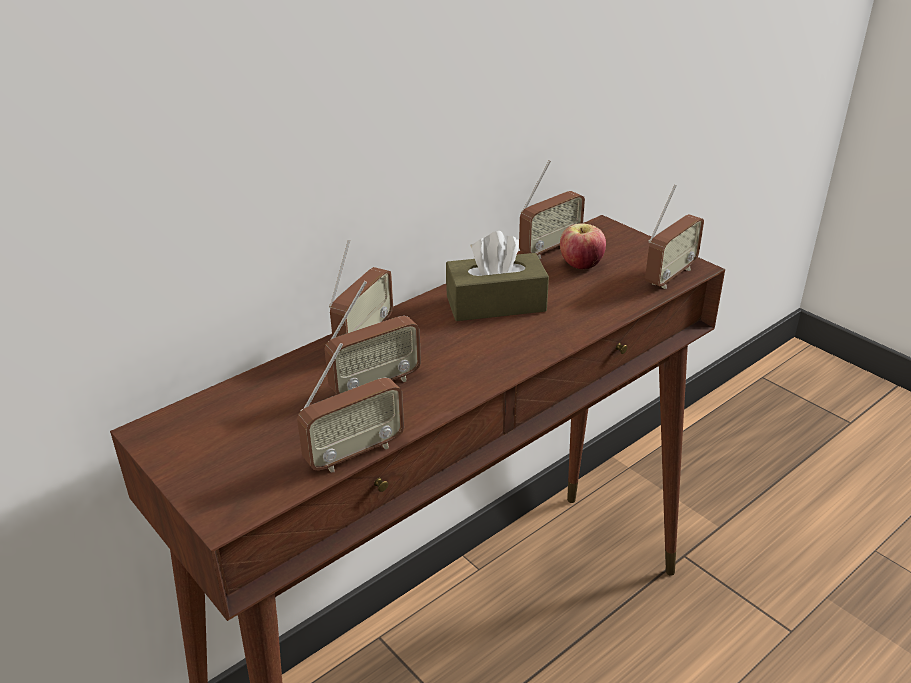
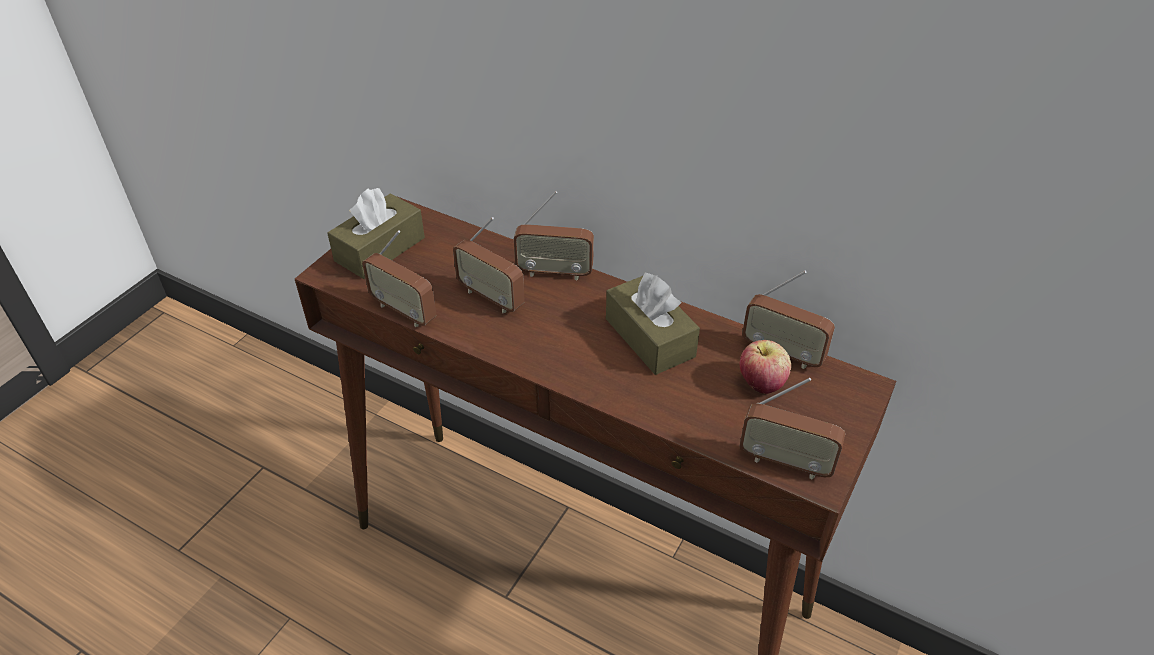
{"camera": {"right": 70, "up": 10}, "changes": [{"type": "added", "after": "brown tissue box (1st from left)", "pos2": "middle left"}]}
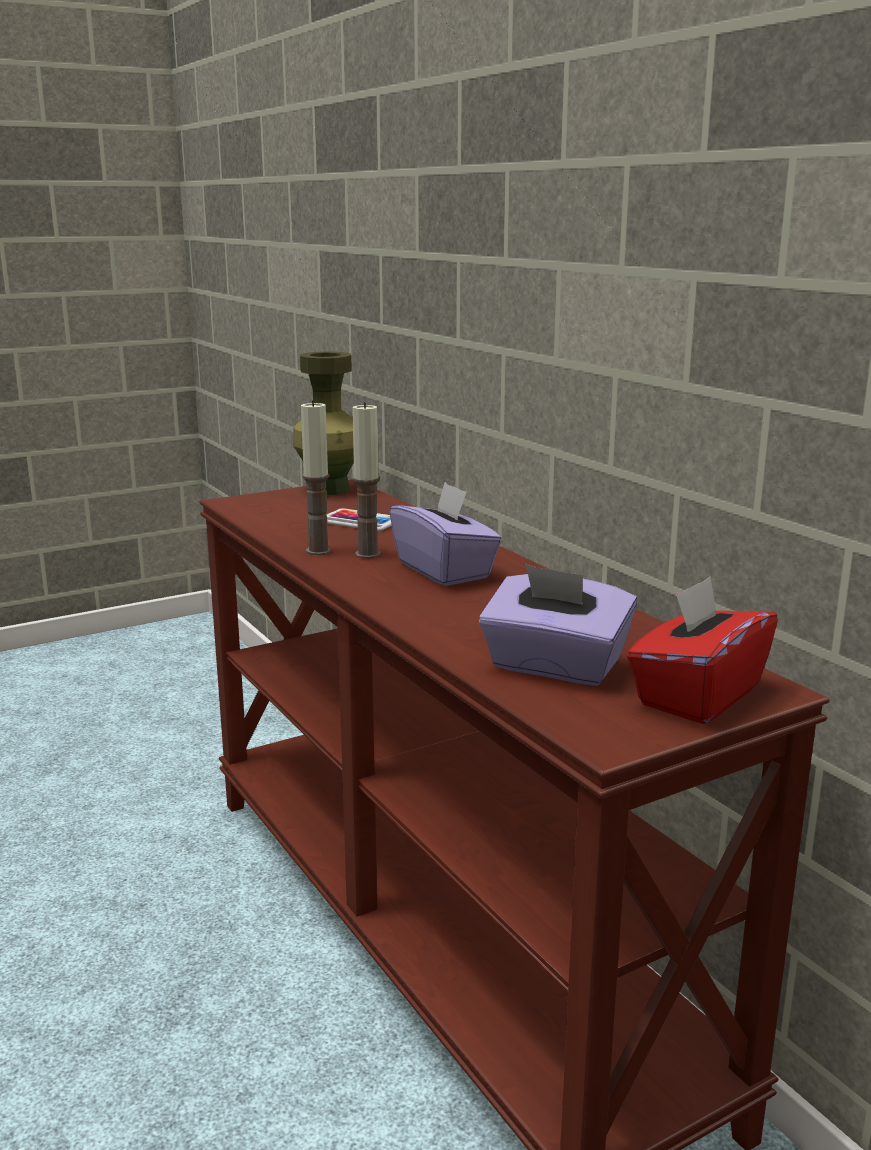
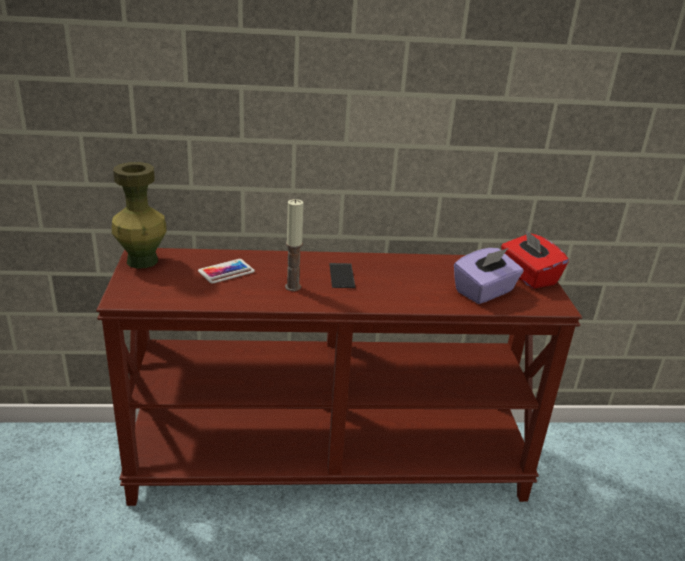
{"camera": {"right": -65, "up": 10}, "changes": [{"type": "removed", "before": "candle (1st from left)", "pos1": "centre"}, {"type": "replaced", "before": "purple tissue box (1st from left)", "after": "phone (2nd from left)", "pos1": "centre", "pos2": "centre"}]}
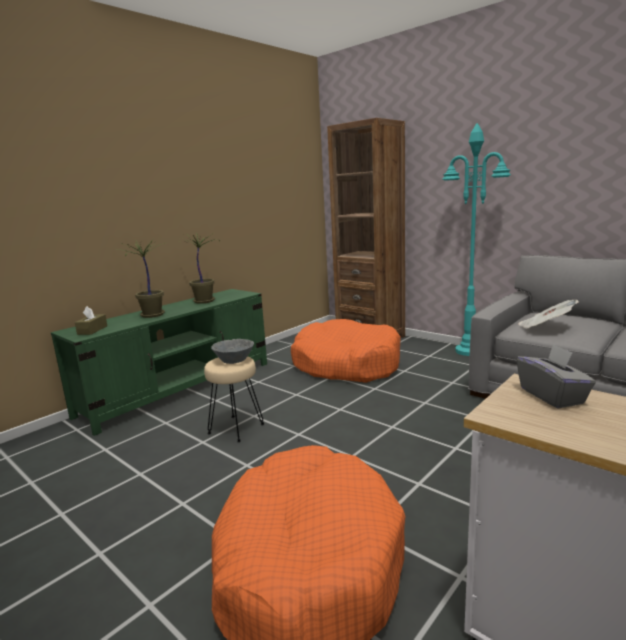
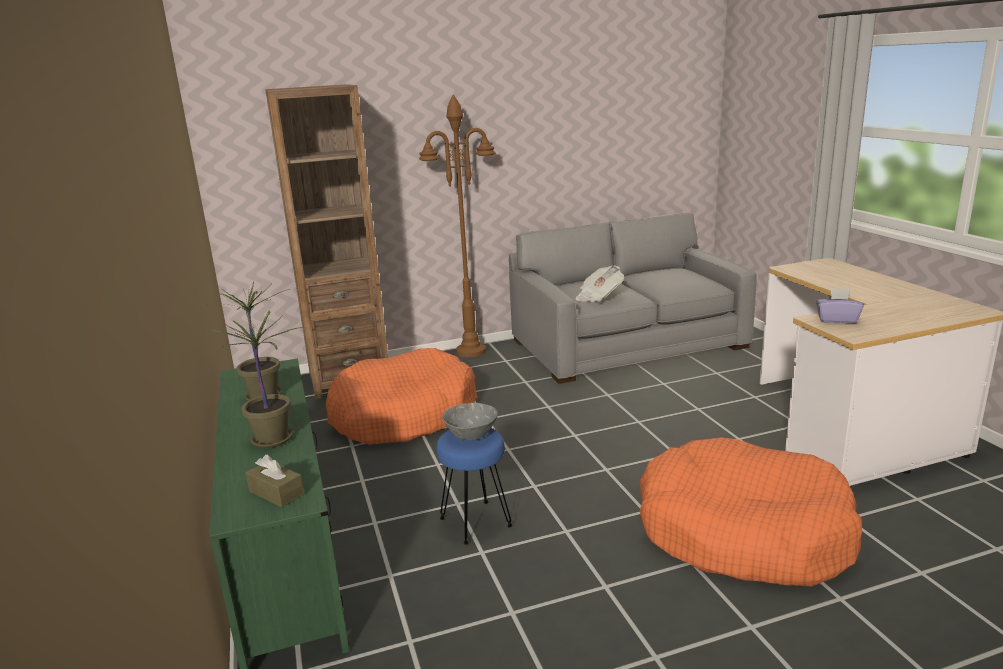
{"camera": {"right": -60, "up": 5}, "changes": [{"type": "recoloured", "before": "turquoise floor lamp", "after": "brown floor lamp", "pos1": "middle right", "pos2": "centre"}, {"type": "recoloured", "before": "grey tissue box", "after": "purple tissue box", "pos1": "middle right", "pos2": "middle right"}, {"type": "recoloured", "before": "beige stool", "after": "blue stool", "pos1": "centre", "pos2": "bottom centre"}]}
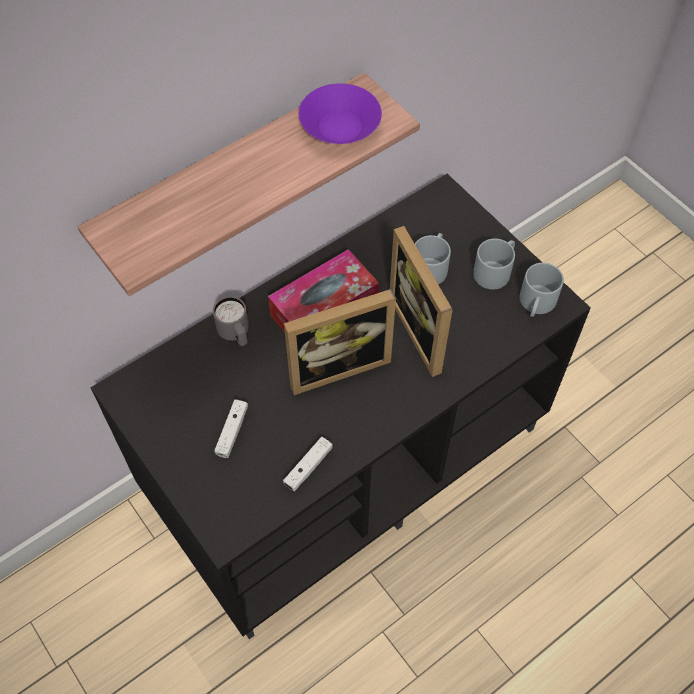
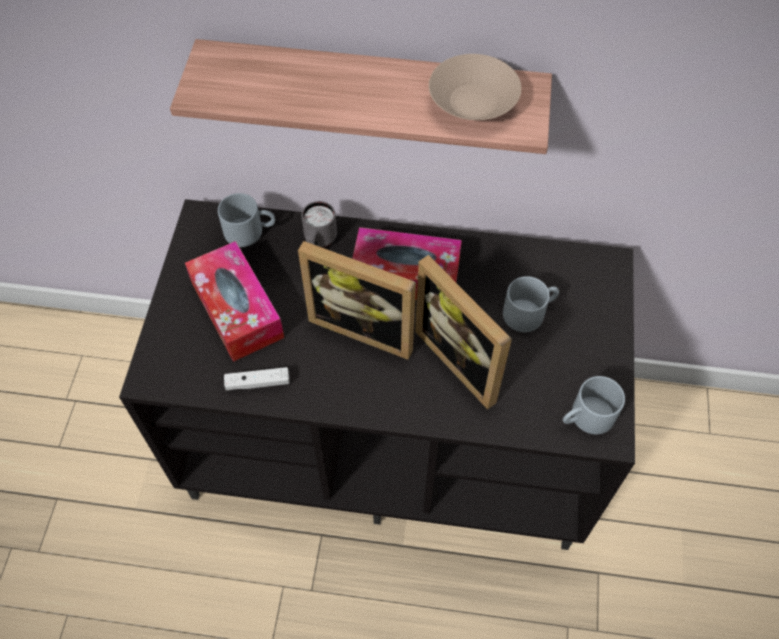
{"camera": {"right": 45, "up": 0}, "changes": [{"type": "recoloured", "before": "purple bowl", "after": "beige bowl", "pos1": "top centre", "pos2": "top centre"}, {"type": "turned", "before": "picture frame (2nd from left)", "pos1": "centre", "pos2": "centre", "turn": -60}, {"type": "moved", "before": "grey mug (3rd from left in the first image)", "after": "grey mug (1st from left)", "pos1": "middle right", "pos2": "middle left"}, {"type": "replaced", "before": "white game controller (1st from left)", "after": "tissue box (1st from left)", "pos1": "middle left", "pos2": "middle left"}]}
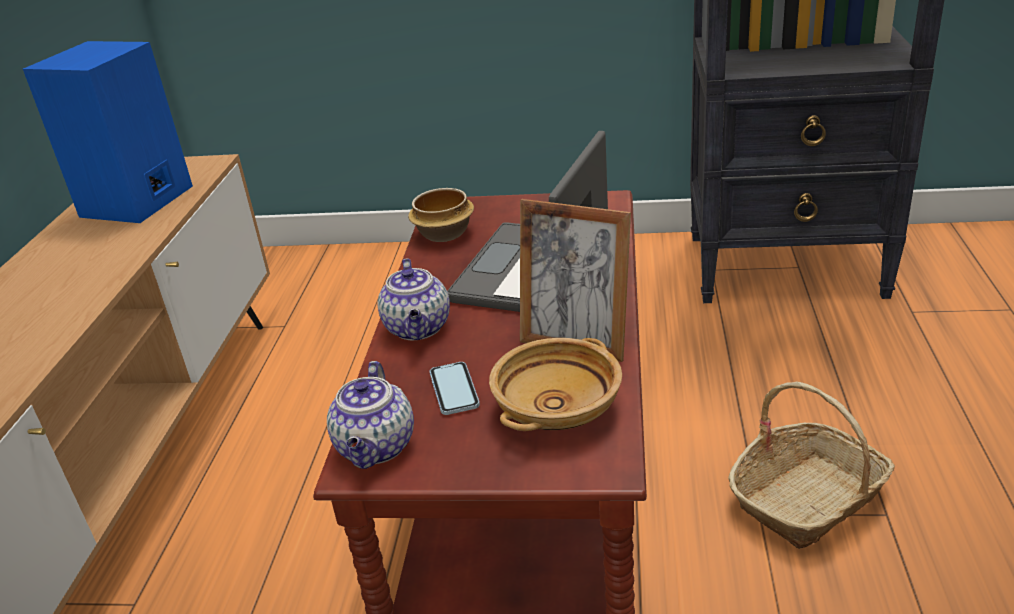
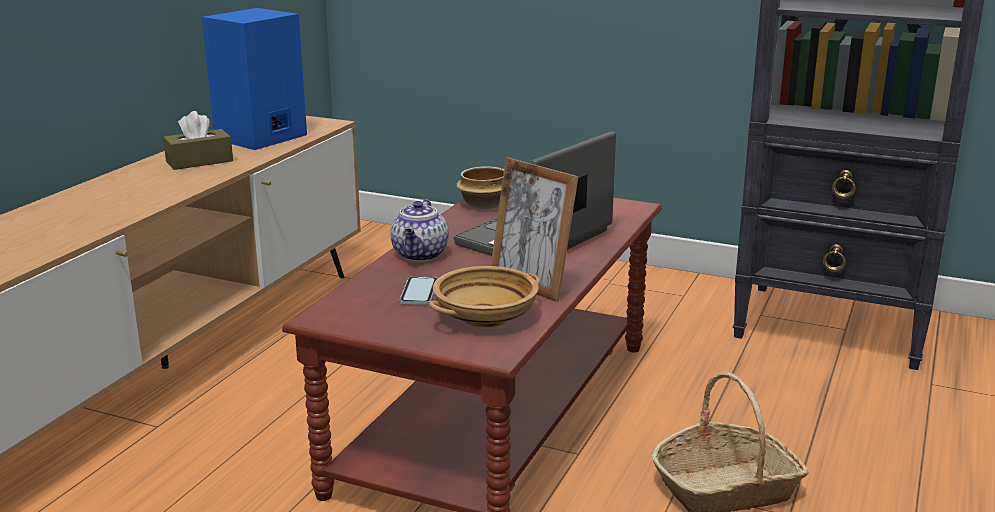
{"camera": {"right": 15, "up": -10}, "changes": [{"type": "removed", "before": "teapot (1st from left)", "pos1": "bottom centre"}, {"type": "added", "after": "brown tissue box", "pos2": "top left"}]}
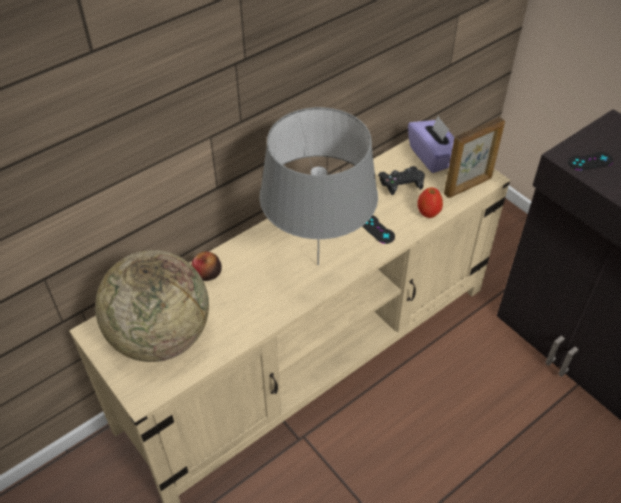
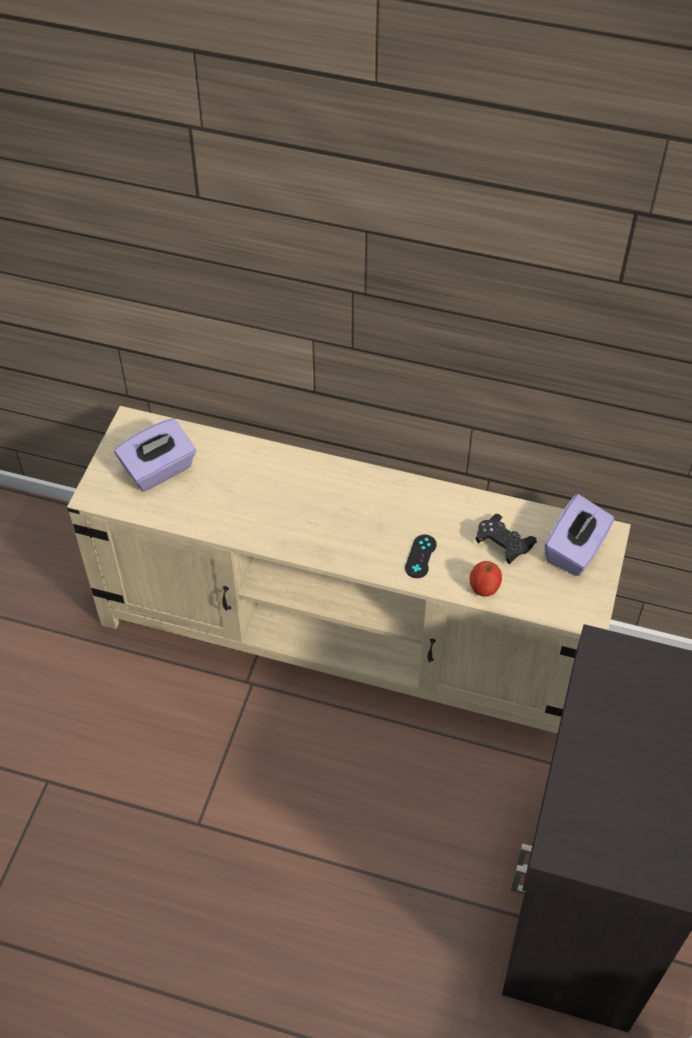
{"camera": {"right": 55, "up": 5}, "changes": [{"type": "removed", "before": "grey table lamp", "pos1": "centre"}, {"type": "removed", "before": "picture frame", "pos1": "top right"}, {"type": "removed", "before": "black game controller (3rd from left)", "pos1": "top right"}, {"type": "replaced", "before": "globe", "after": "purple tissue box (1st from left)", "pos1": "middle left", "pos2": "middle left"}, {"type": "removed", "before": "apple (1st from left)", "pos1": "middle left"}]}
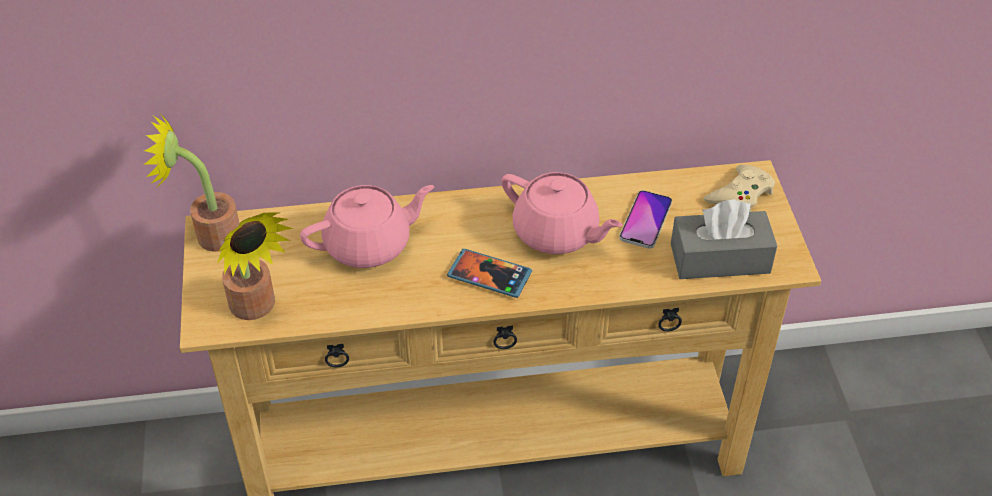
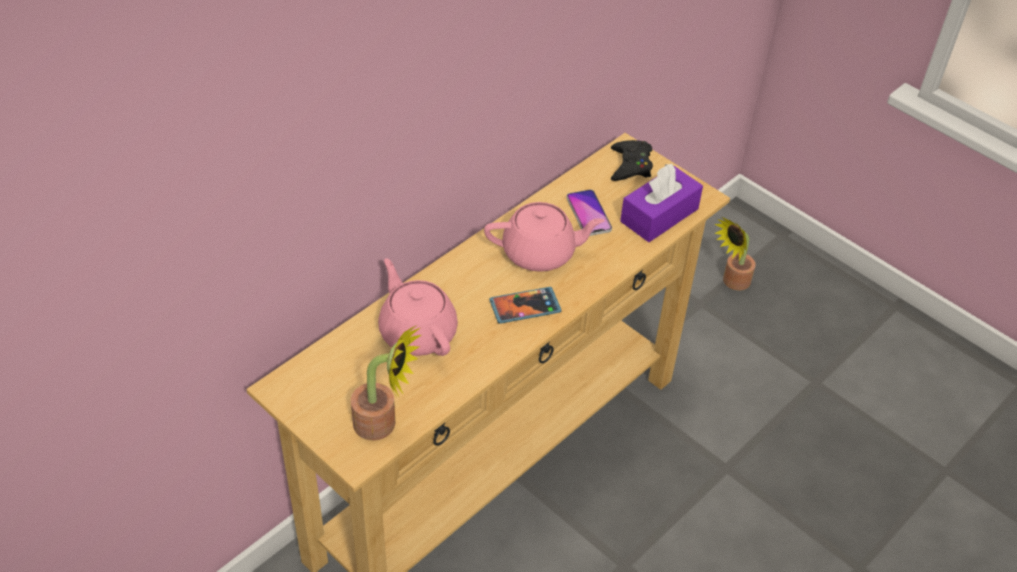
{"camera": {"right": -40, "up": 0}, "changes": [{"type": "moved", "before": "potted plant (1st from left in the first image)", "after": "potted plant (2nd from left)", "pos1": "middle left", "pos2": "middle right"}, {"type": "recoloured", "before": "beige game controller", "after": "black game controller", "pos1": "middle right", "pos2": "top centre"}, {"type": "turned", "before": "pink teapot (1st from left)", "pos1": "centre", "pos2": "centre", "turn": -60}, {"type": "recoloured", "before": "grey tissue box", "after": "purple tissue box", "pos1": "middle right", "pos2": "centre"}]}
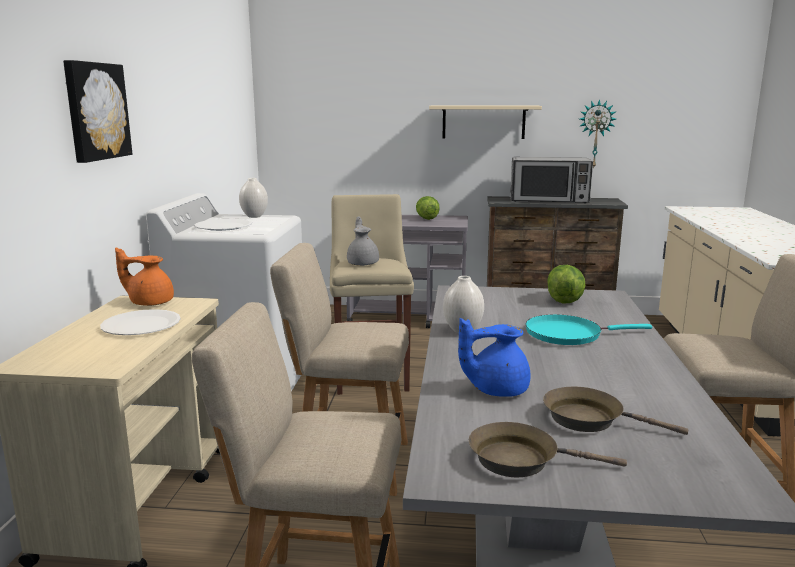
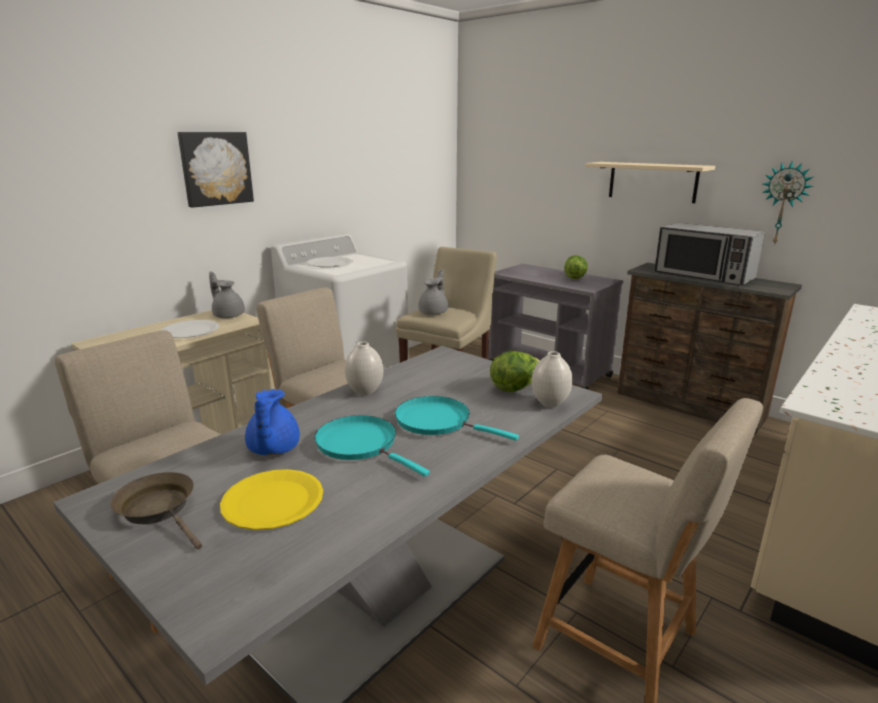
{"camera": {"right": 35, "up": 5}, "changes": [{"type": "moved", "before": "white vase (1st from left in the first image)", "after": "white vase (2nd from left)", "pos1": "middle left", "pos2": "centre"}, {"type": "recoloured", "before": "orange teapot", "after": "grey teapot (1st from left)", "pos1": "middle left", "pos2": "middle left"}, {"type": "turned", "before": "blue teapot", "pos1": "centre", "pos2": "middle left", "turn": -120}, {"type": "replaced", "before": "brown frying pan (2nd from left)", "after": "yellow plate", "pos1": "bottom right", "pos2": "bottom left"}, {"type": "added", "after": "turquoise frying pan (1st from left)", "pos2": "centre"}]}
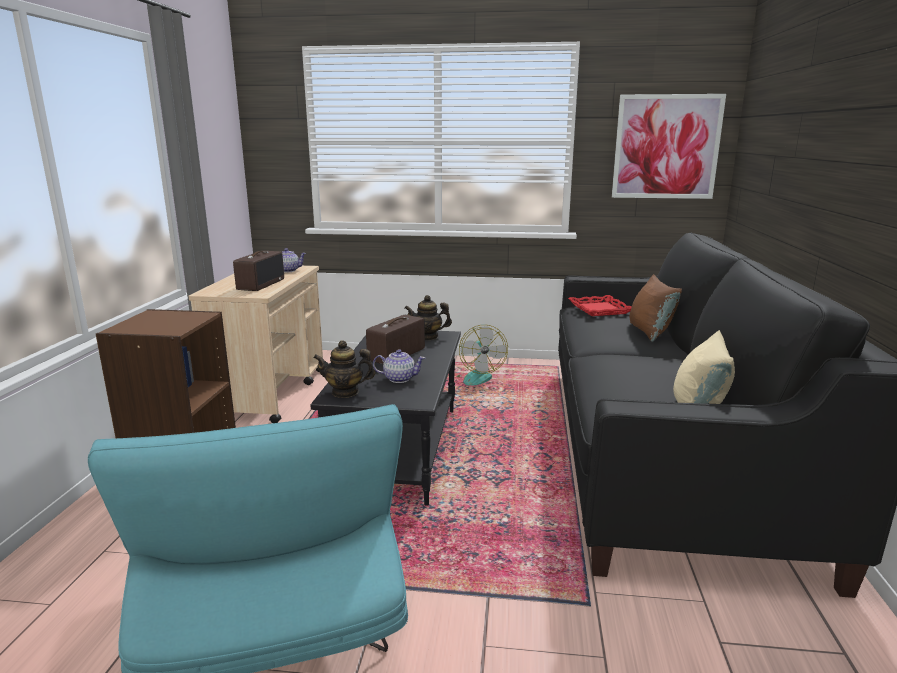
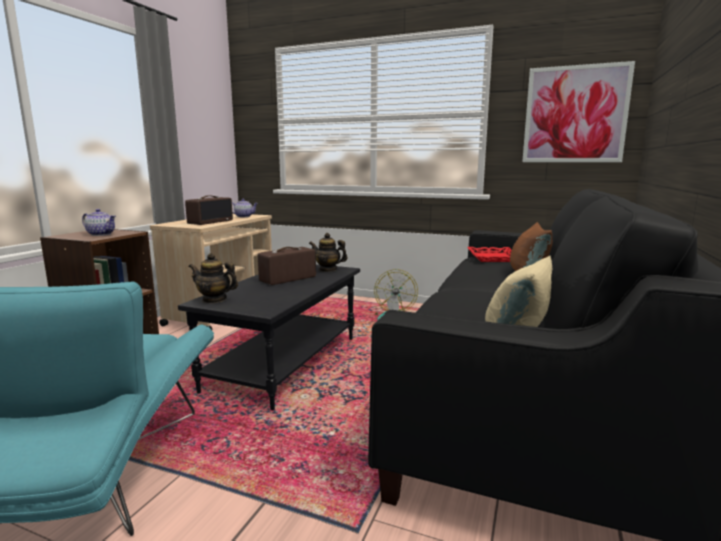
{"camera": {"right": 15, "up": -5}, "changes": [{"type": "moved", "before": "teapot (3rd from left in the first image)", "after": "teapot (1st from left)", "pos1": "centre", "pos2": "middle left"}]}
